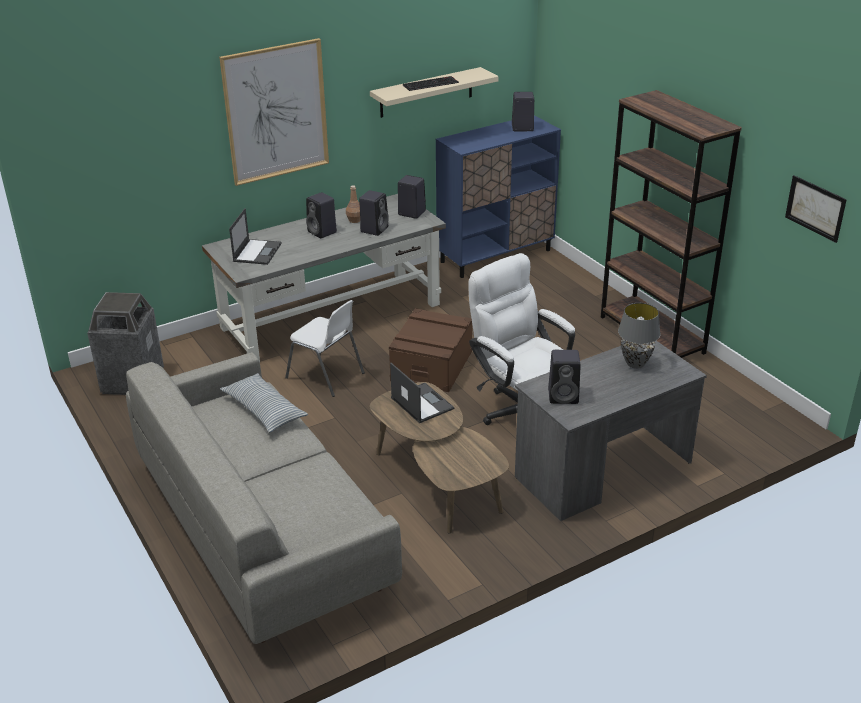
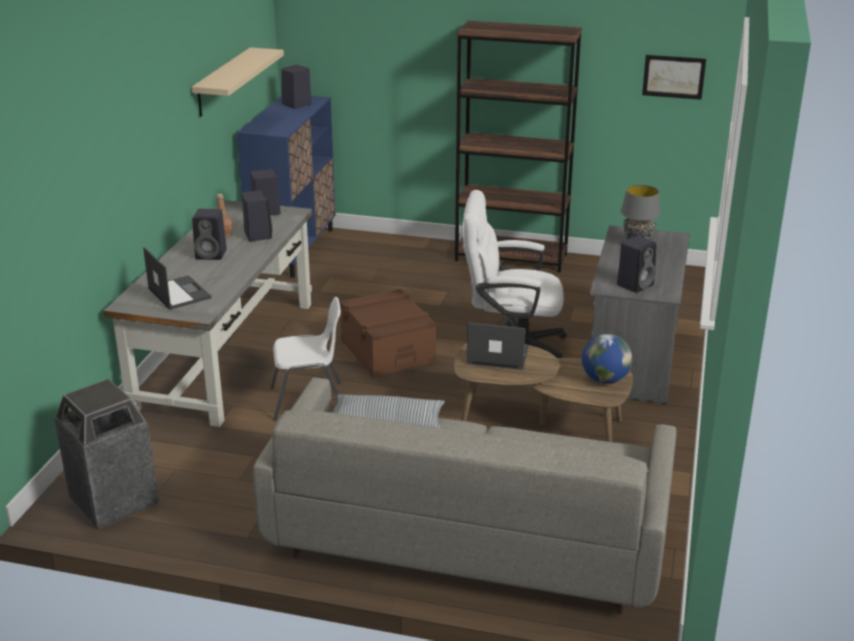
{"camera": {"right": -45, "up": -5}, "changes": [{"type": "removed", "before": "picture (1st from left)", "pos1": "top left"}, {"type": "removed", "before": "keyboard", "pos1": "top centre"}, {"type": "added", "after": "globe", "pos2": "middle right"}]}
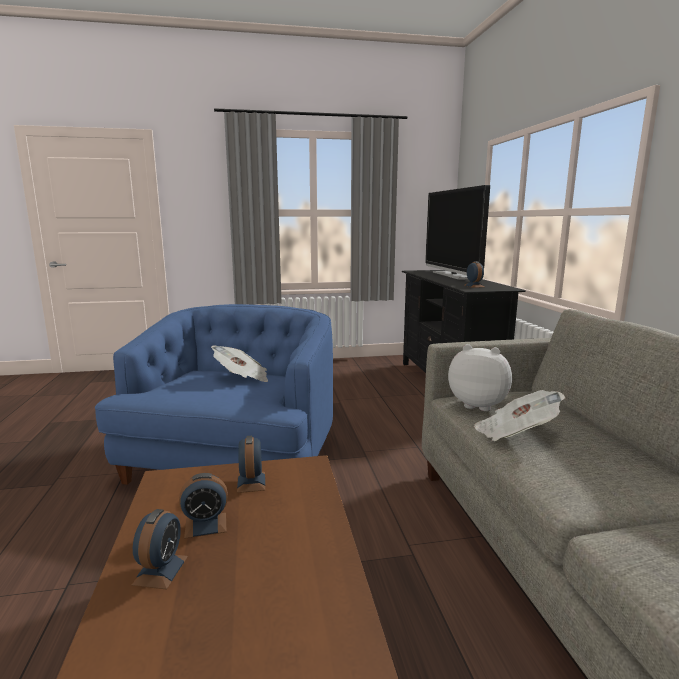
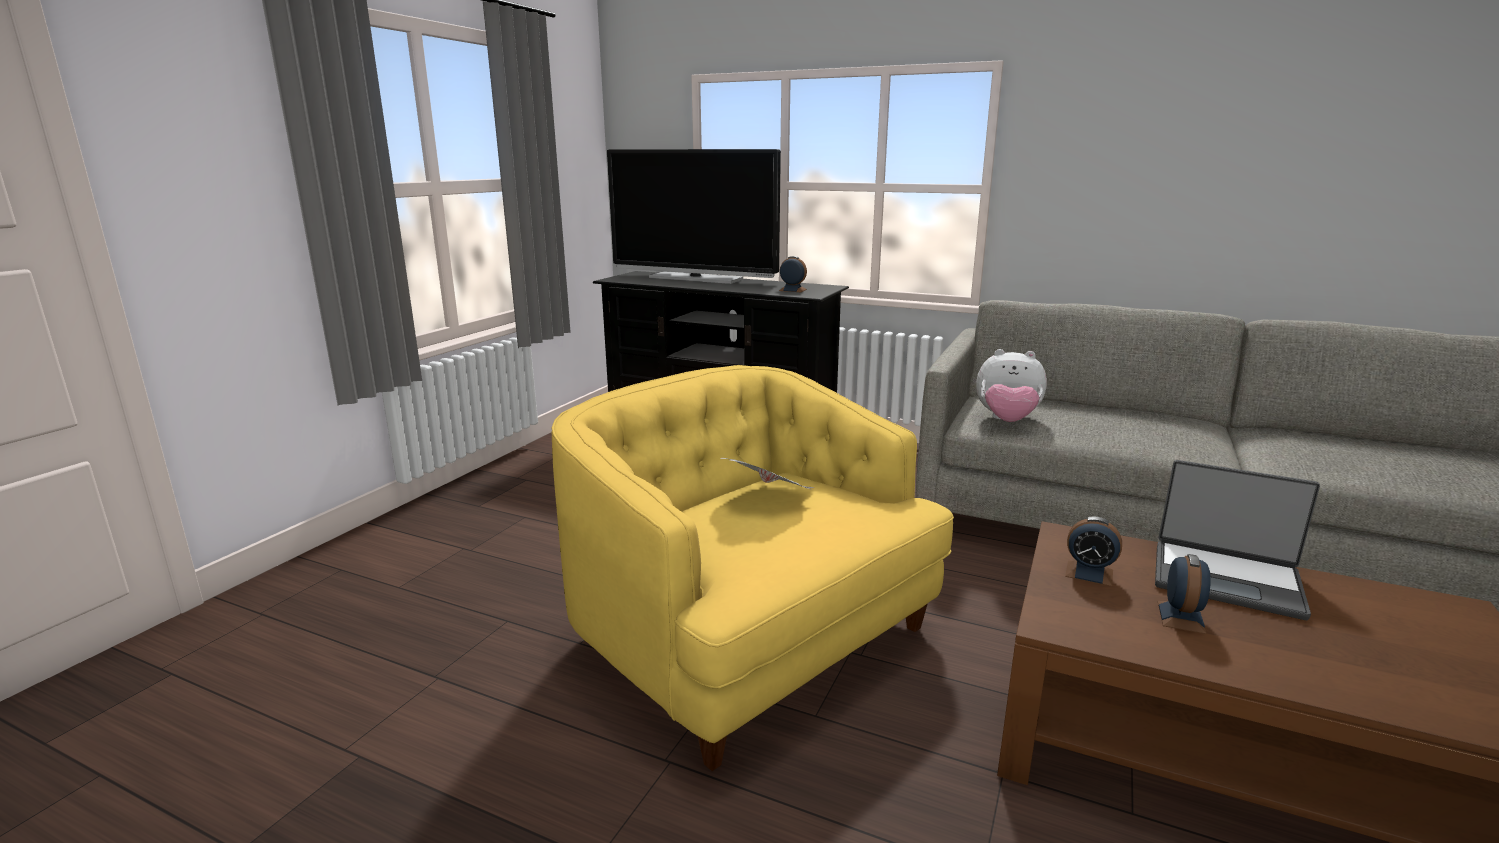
{"camera": {"right": -55, "up": 5}, "changes": [{"type": "recoloured", "before": "blue armchair", "after": "yellow armchair", "pos1": "middle left", "pos2": "bottom centre"}, {"type": "turned", "before": "plush toy", "pos1": "middle right", "pos2": "middle right", "turn": -135}, {"type": "removed", "before": "newspaper (2nd from left)", "pos1": "middle right"}, {"type": "removed", "before": "alarm clock (1st from left)", "pos1": "bottom left"}, {"type": "added", "after": "laptop", "pos2": "middle right"}]}
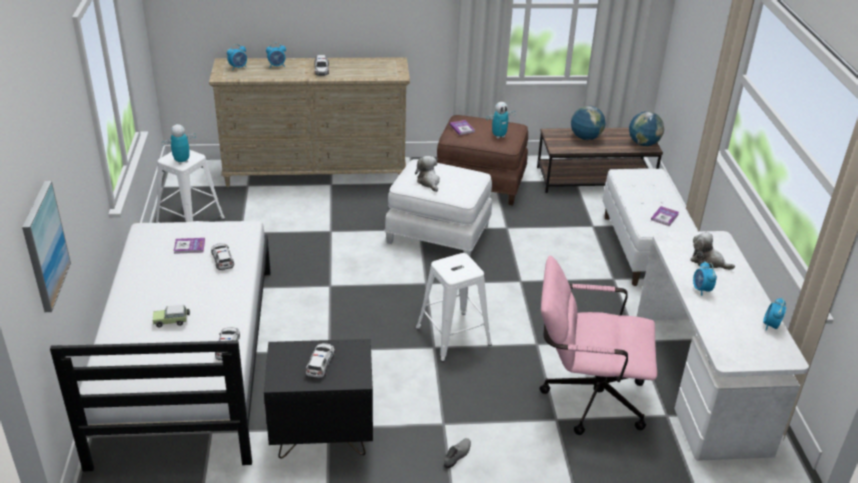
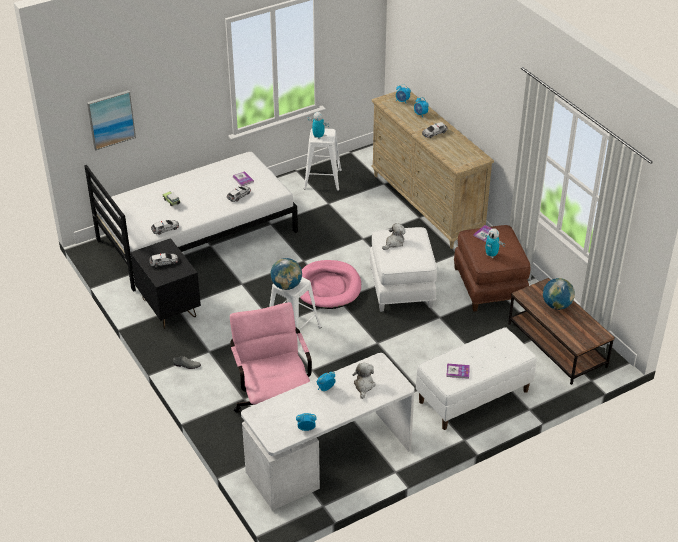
{"camera": {"right": 65, "up": 5}, "changes": [{"type": "moved", "before": "globe (2nd from left in the first image)", "after": "globe (1st from left)", "pos1": "top right", "pos2": "centre"}, {"type": "added", "after": "pink dog bed", "pos2": "centre"}]}
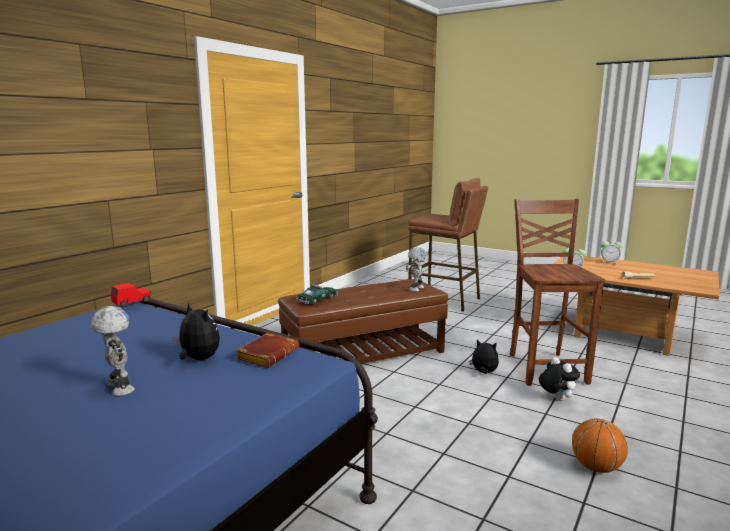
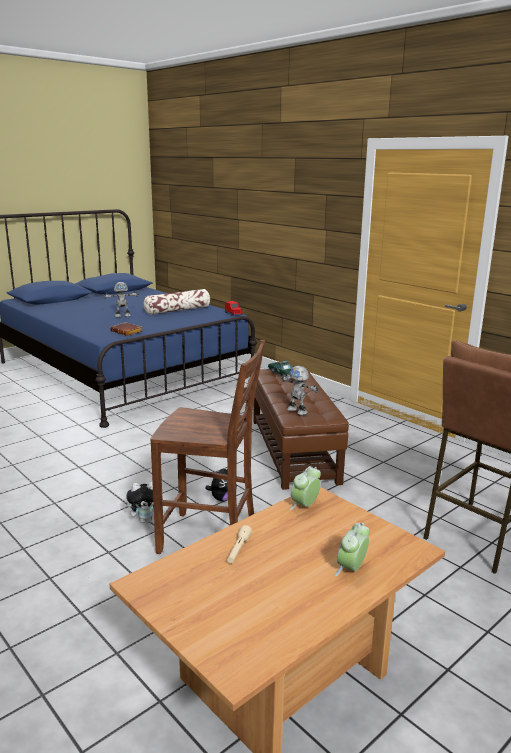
{"camera": {"right": 105, "up": 5}, "changes": [{"type": "removed", "before": "plush toy (1st from left)", "pos1": "middle left"}, {"type": "removed", "before": "basketball", "pos1": "bottom right"}, {"type": "added", "after": "pillow", "pos2": "centre"}]}
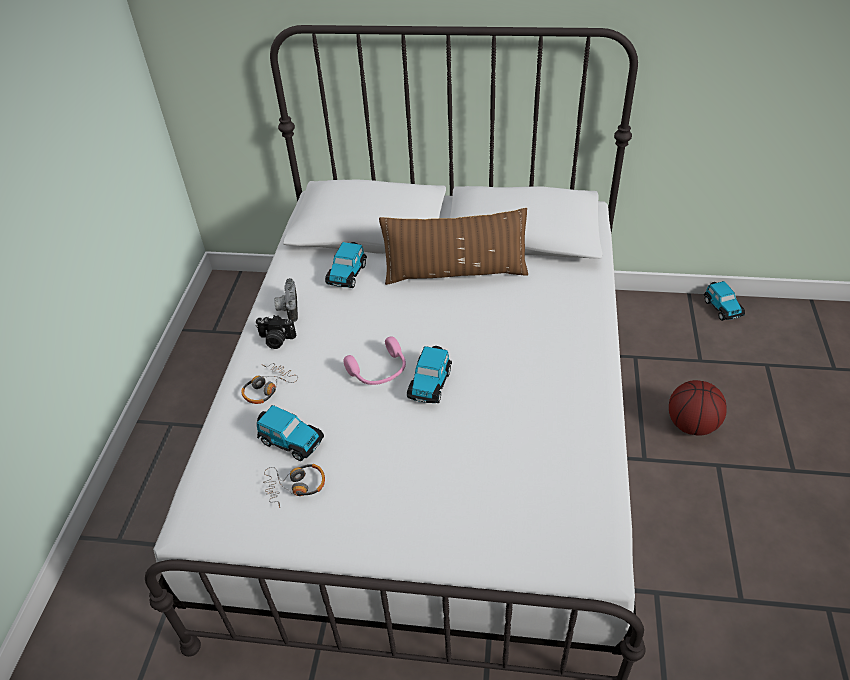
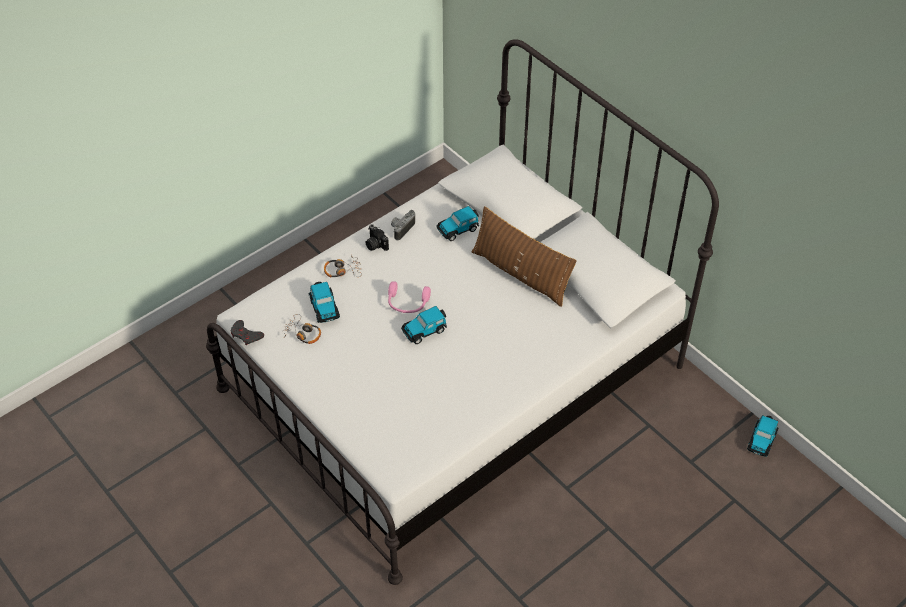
{"camera": {"right": 40, "up": 5}, "changes": [{"type": "removed", "before": "basketball", "pos1": "middle right"}, {"type": "added", "after": "grey game controller", "pos2": "middle left"}]}
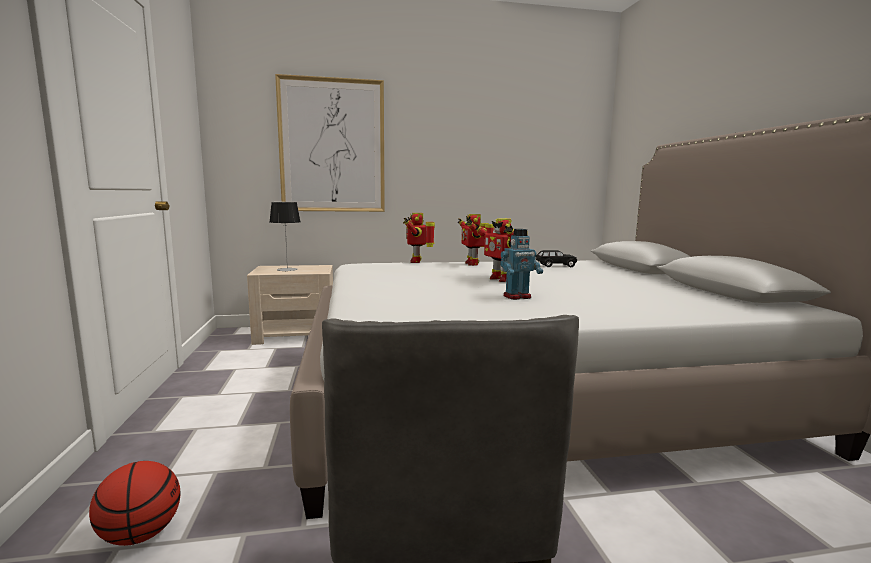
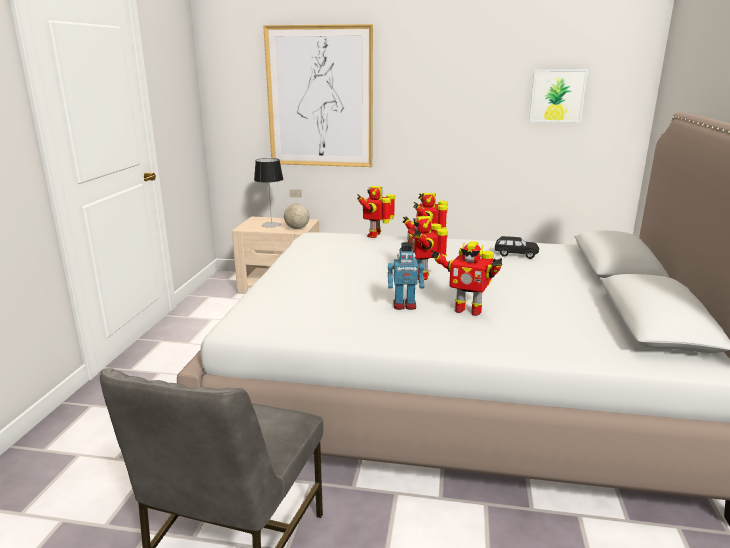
{"camera": {"right": 20, "up": 10}, "changes": [{"type": "removed", "before": "basketball", "pos1": "bottom left"}, {"type": "added", "after": "picture (2nd from left)", "pos2": "top right"}, {"type": "added", "after": "globe", "pos2": "centre"}, {"type": "added", "after": "toy robot (5th from left)", "pos2": "centre"}]}
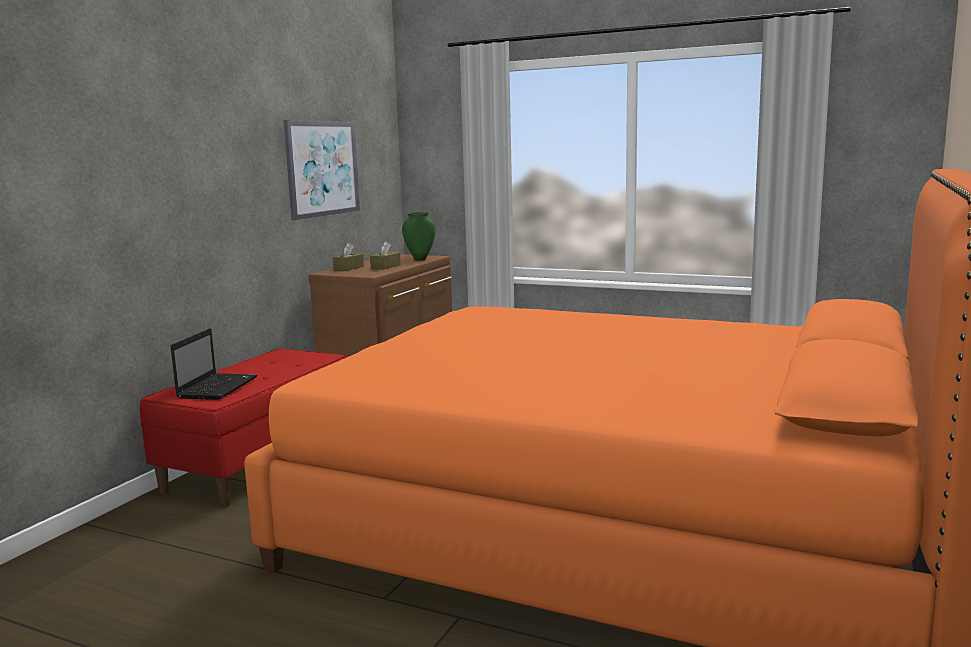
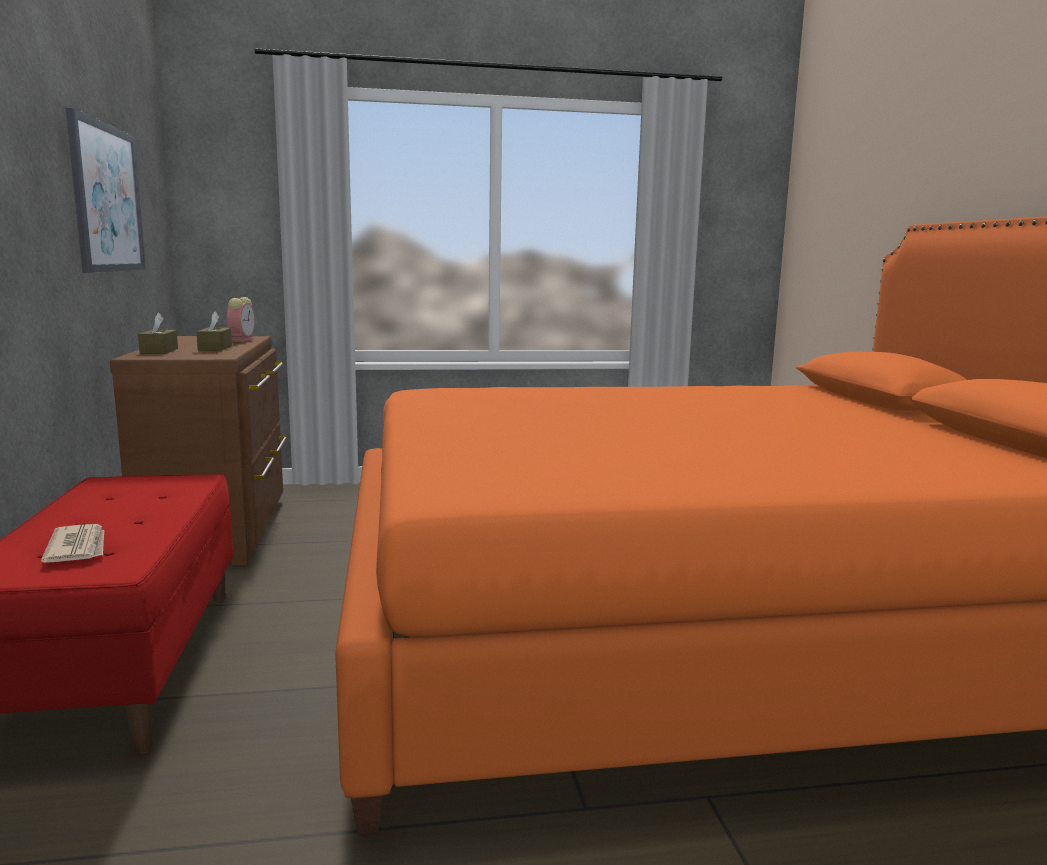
{"camera": {"right": -35, "up": 0}, "changes": [{"type": "replaced", "before": "green vase", "after": "alarm clock", "pos1": "centre", "pos2": "middle left"}, {"type": "replaced", "before": "laptop", "after": "newspaper", "pos1": "middle left", "pos2": "middle left"}]}
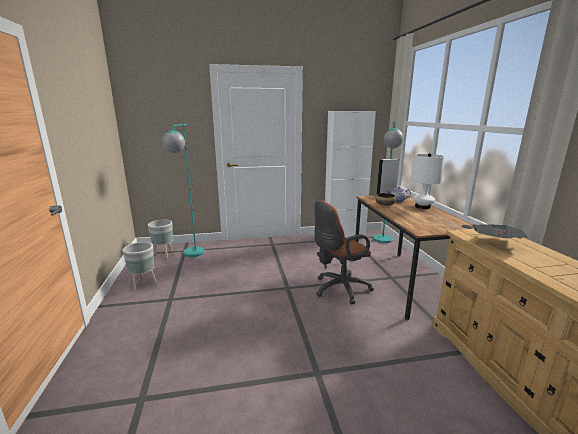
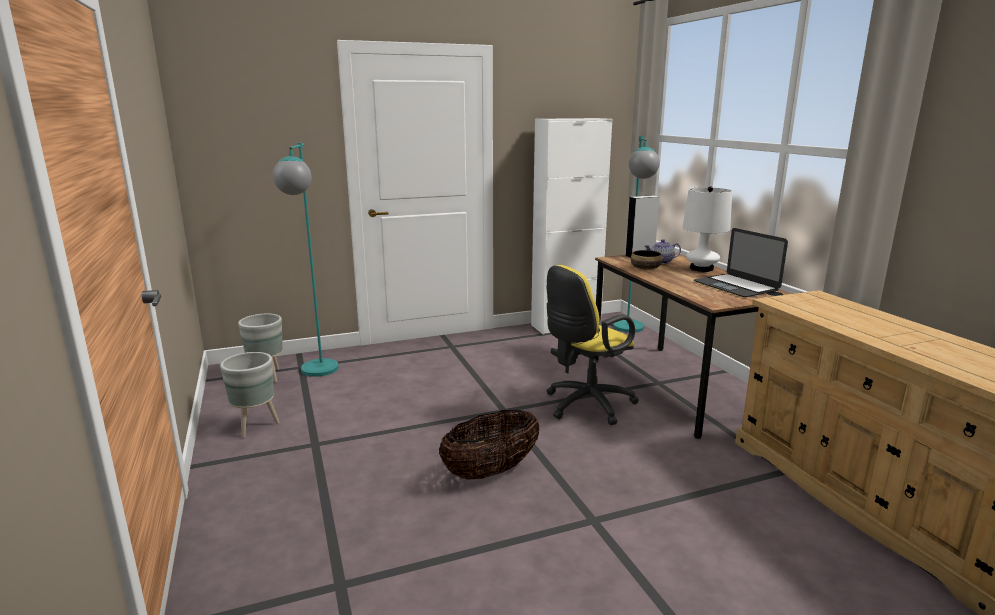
{"camera": {"right": -10, "up": 0}, "changes": [{"type": "recoloured", "before": "brown office chair", "after": "yellow office chair", "pos1": "centre", "pos2": "centre"}, {"type": "removed", "before": "newspaper", "pos1": "middle right"}, {"type": "added", "after": "laptop", "pos2": "middle right"}, {"type": "added", "after": "basket", "pos2": "bottom centre"}]}
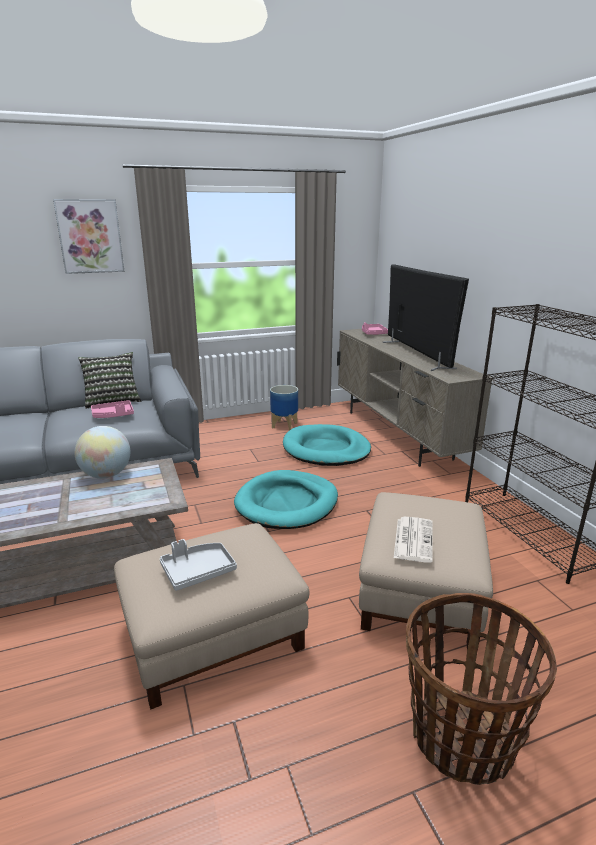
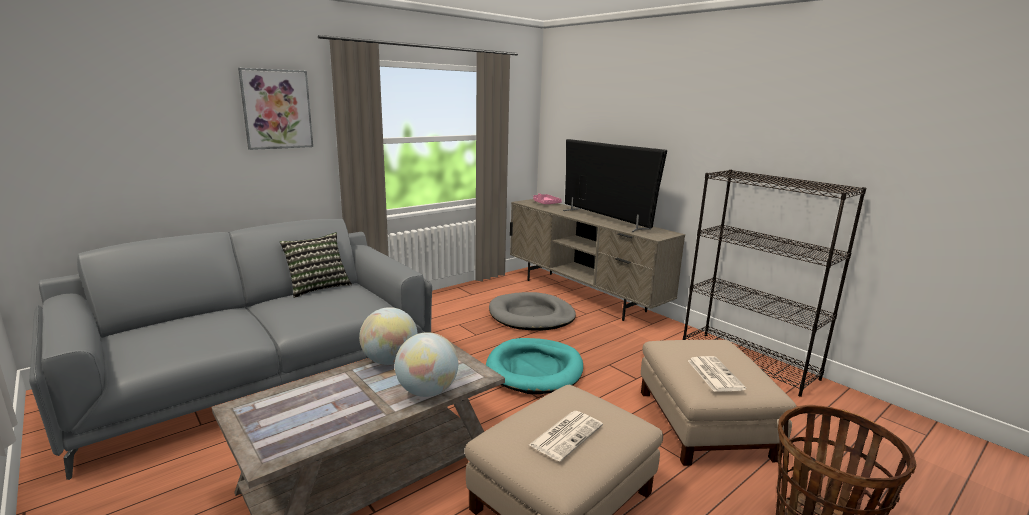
{"camera": {"right": -20, "up": -5}, "changes": [{"type": "removed", "before": "planter", "pos1": "centre"}, {"type": "removed", "before": "pink tray (1st from left)", "pos1": "middle left"}, {"type": "recoloured", "before": "turquoise dog bed (2nd from left)", "after": "grey dog bed", "pos1": "centre", "pos2": "centre"}, {"type": "replaced", "before": "grey tray", "after": "newspaper (1st from left)", "pos1": "bottom left", "pos2": "bottom centre"}, {"type": "added", "after": "globe (2nd from left)", "pos2": "bottom centre"}]}
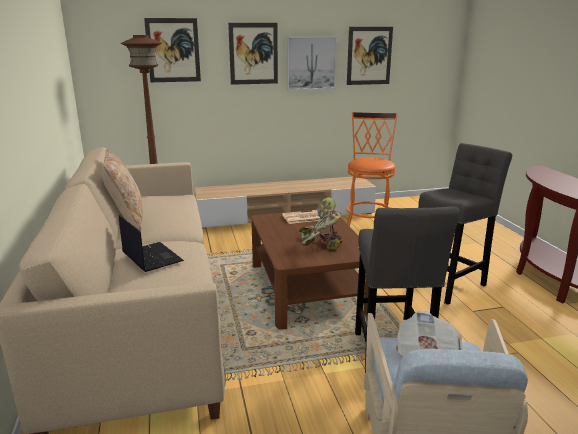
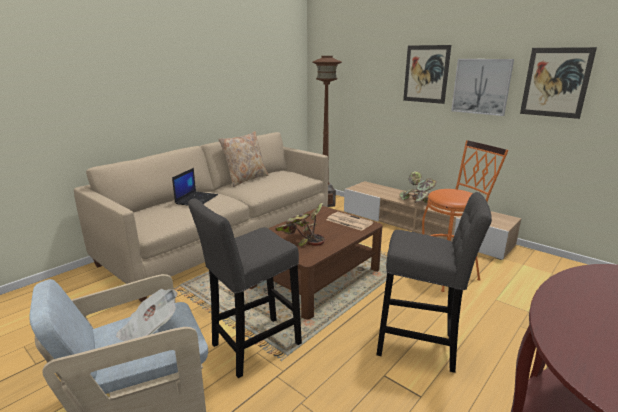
{"camera": {"right": 55, "up": 0}, "changes": [{"type": "removed", "before": "picture (1st from left)", "pos1": "top left"}, {"type": "added", "after": "potted plant (2nd from left)", "pos2": "middle right"}]}
